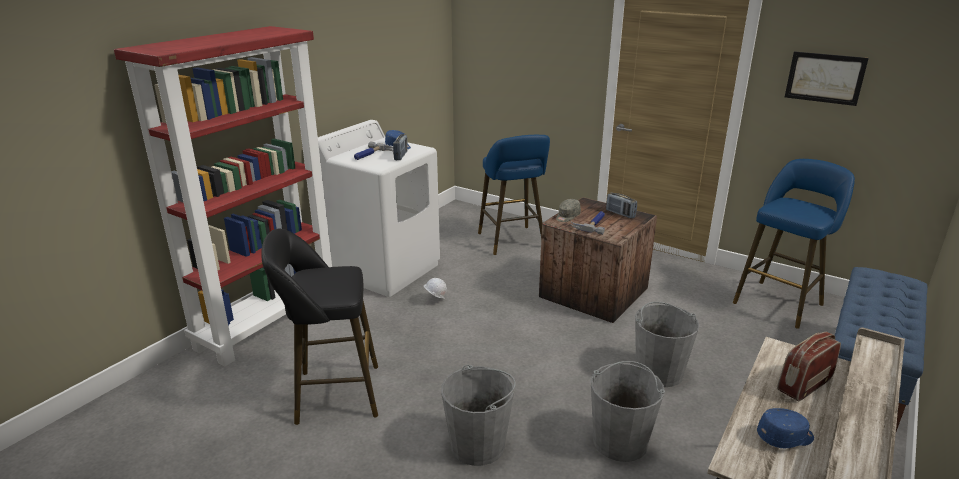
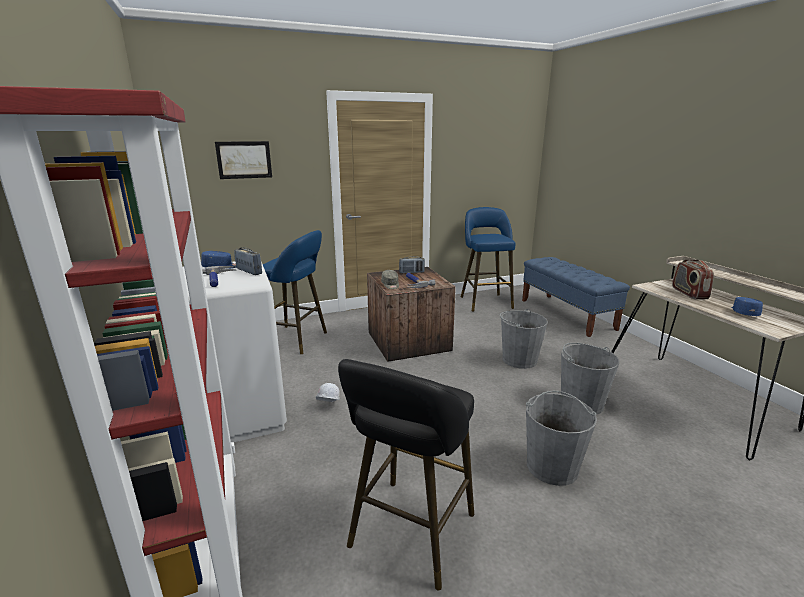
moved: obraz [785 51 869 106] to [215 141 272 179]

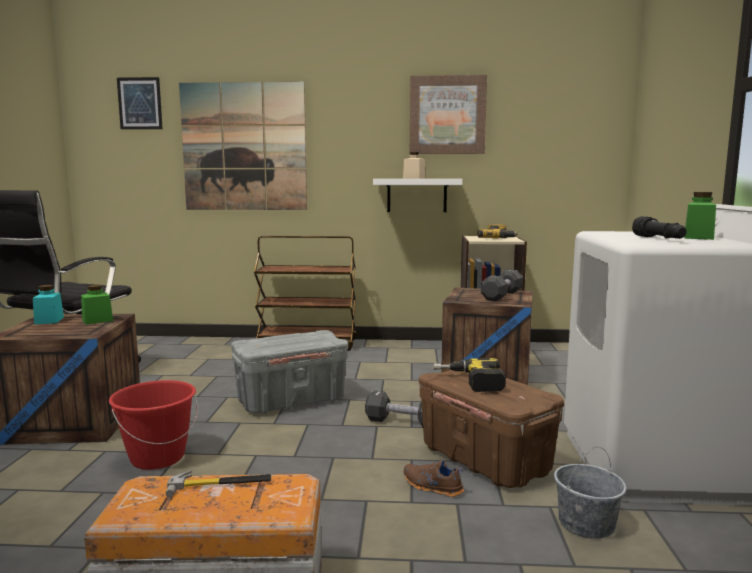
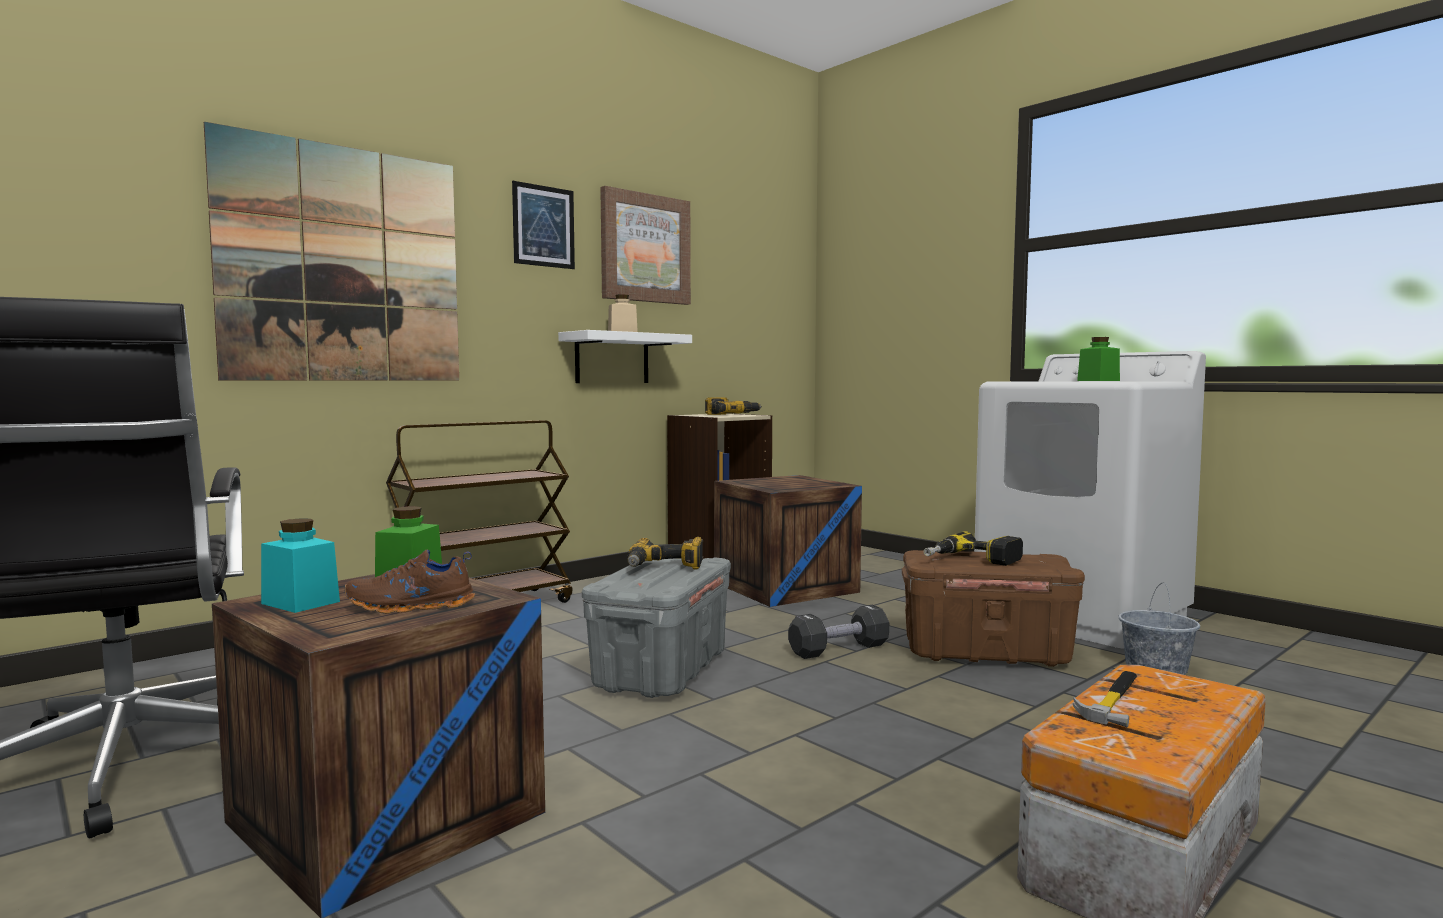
removed: wiadro/czerwony [109 380 198 470]; hantel/czarny [481 269 523 301]; latarka/czarny [632 216 687 239]
added: wiertarka [627 537 703 570]
moved: but/brązowy [404 460 464 497] to [345 550 475 614]; obraz [117 77 163 129] to [512 181 575 269]

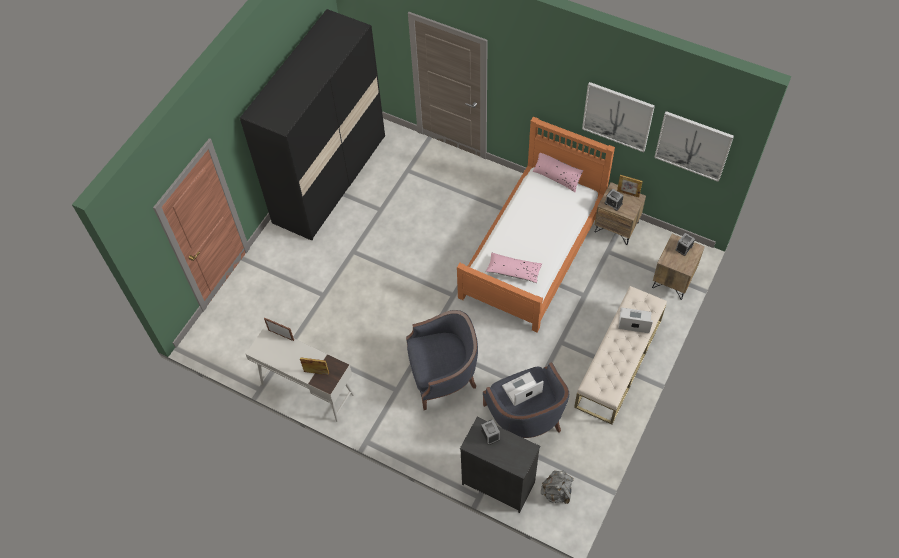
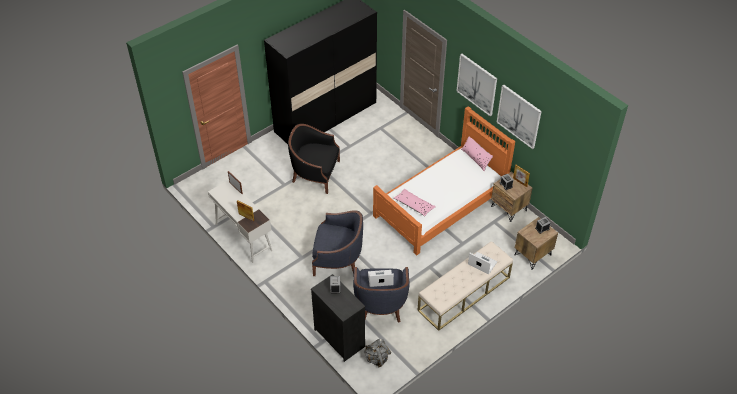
added: fotel/czarny [288 124 340 194]
moved: obraz [654 111 734 182] to [456 53 497 117]

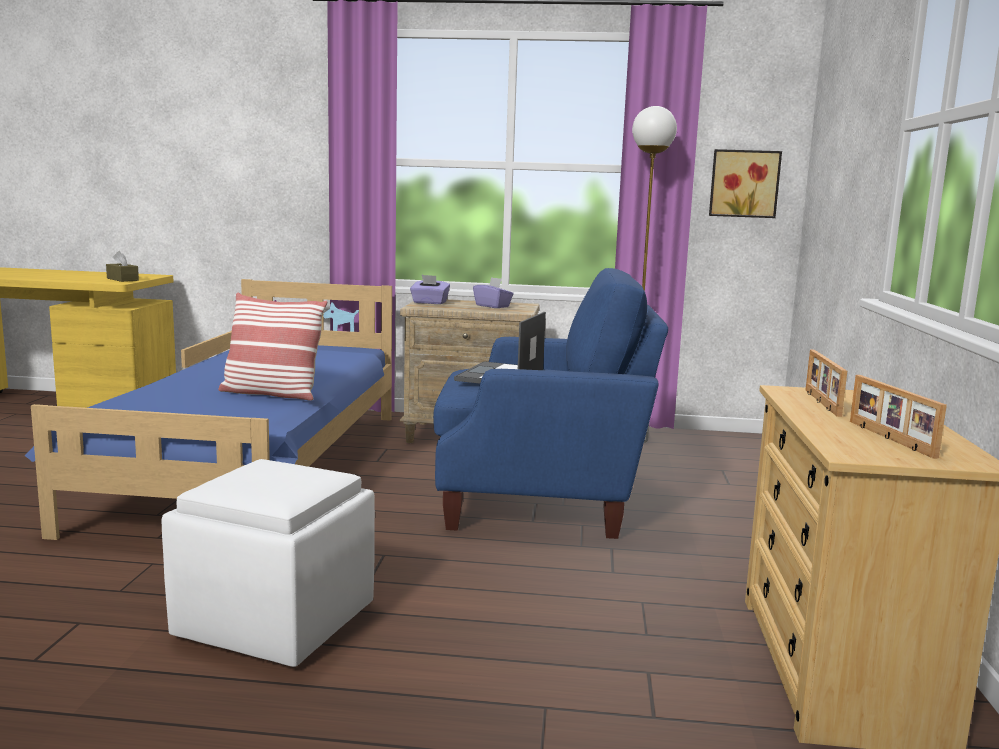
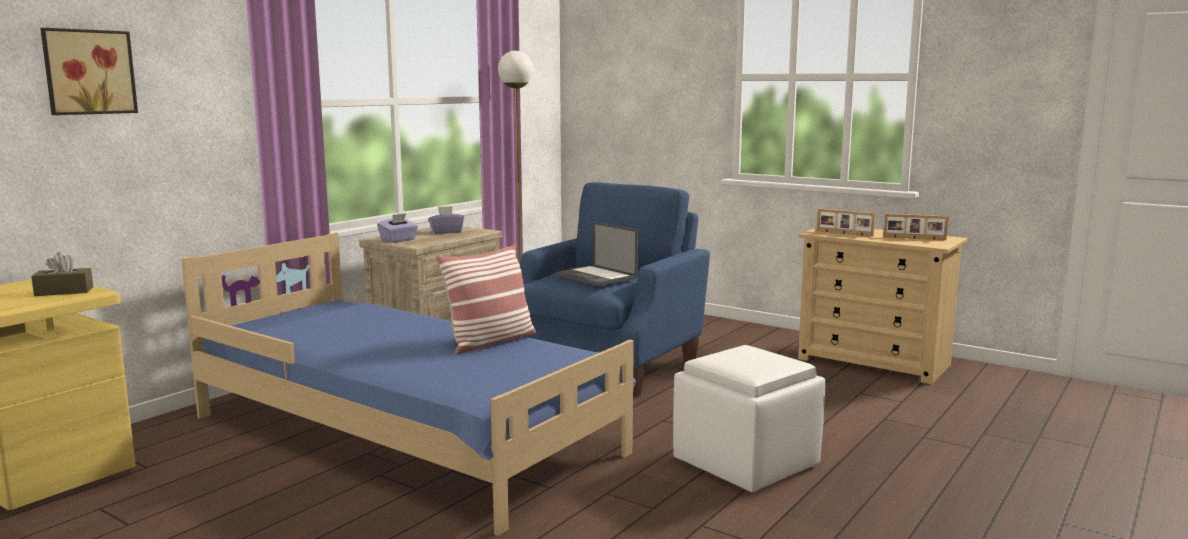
moved: obraz [709 149 782 218] to [40 28 138 115]

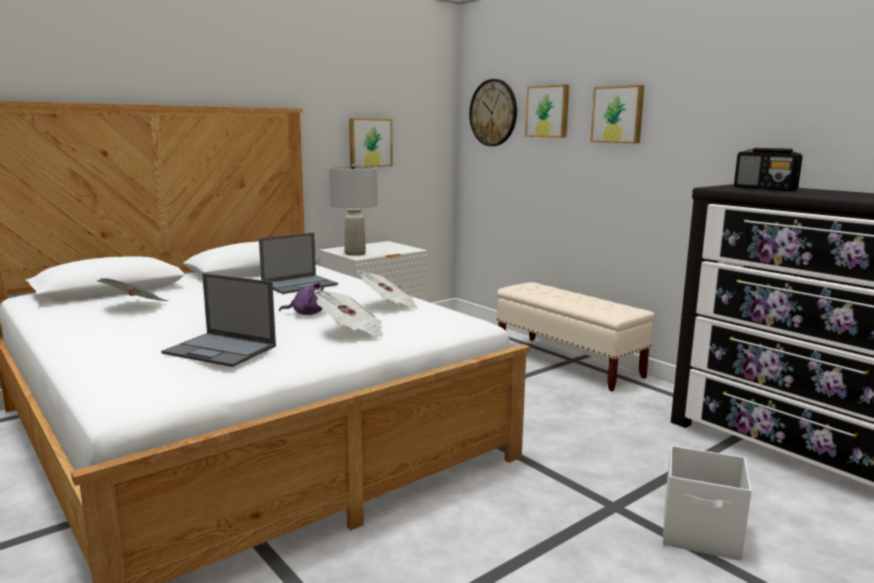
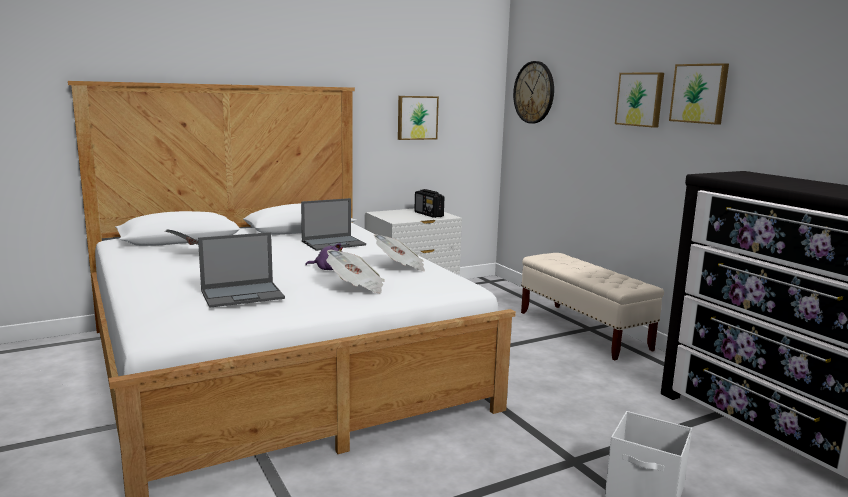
removed: lampa stołowa/szary [329 164 378 256]
moved: radio [734 148 803 191] to [414 189 444 218]; obraz [525 84 569 137] to [669 63 729 124]
turned: laptop [161 273 276 367] = [198 232 285 308] 60 degrees counterclockwise

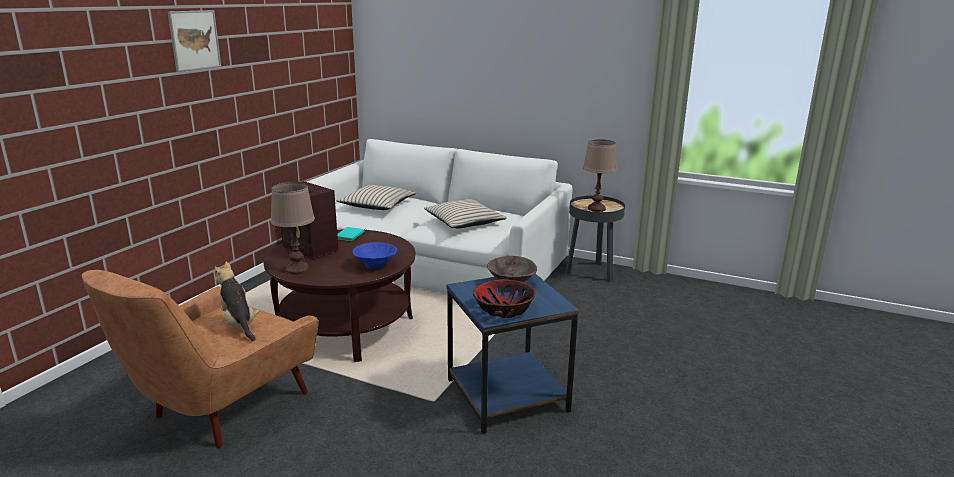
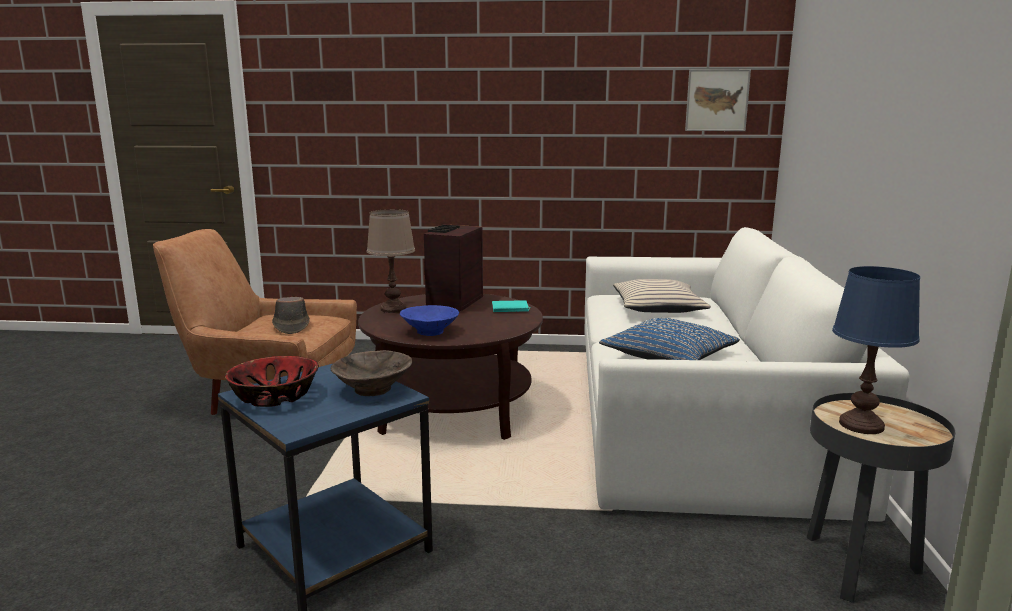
moved: obraz [168 10 221 72] to [685 69 751 131]
replaced: pluszak [215 262 259 341] to kapelusz/brązowy [272 297 310 334]
recoloured: poduszka/beżowy [424 199 507 228] to poduszka/niebieski [599 318 740 360]; lampa stołowa/brązowy [583 139 617 212] to lampa stołowa/niebieski [832 266 920 434]

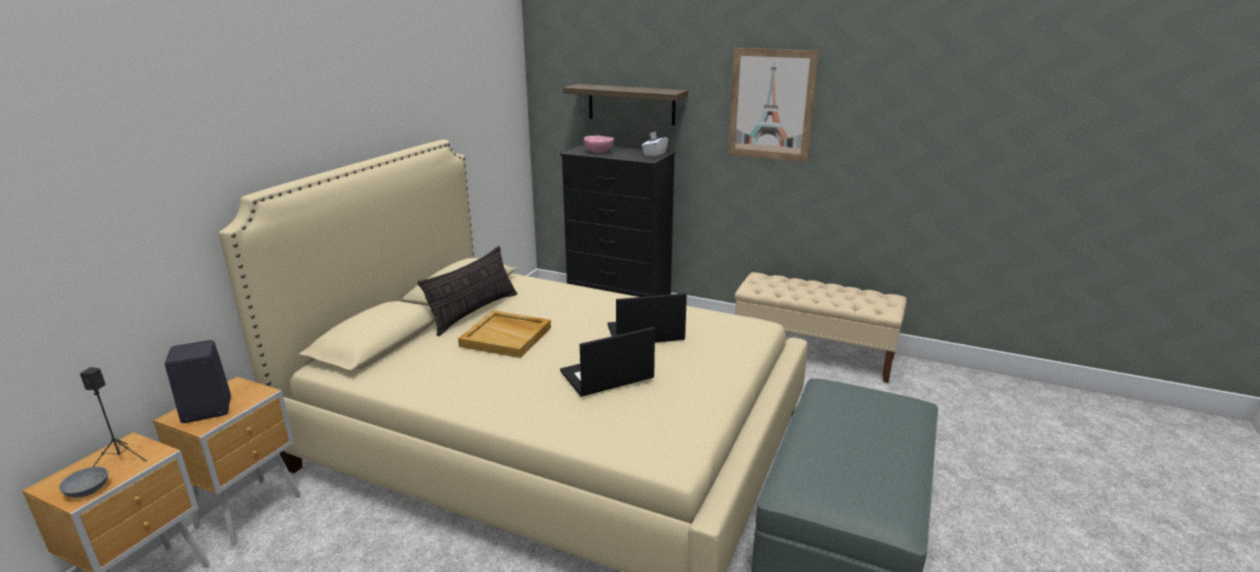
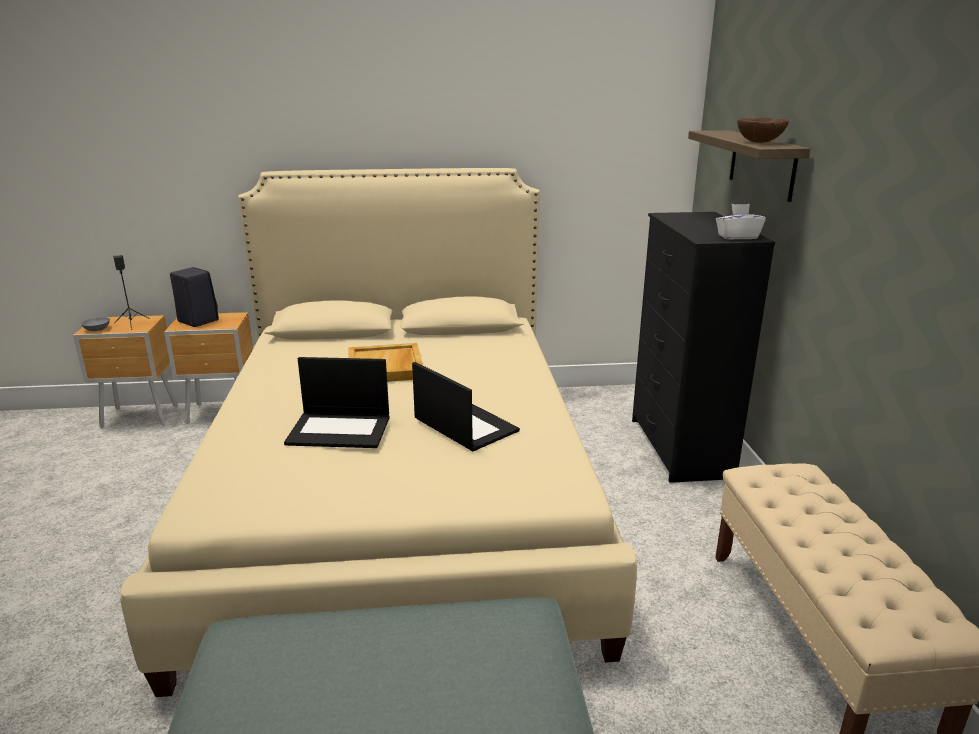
removed: poduszka [418 246 517 336]; miska/różowy [584 136 614 153]; obraz [728 48 819 162]
added: miska/brązowy [737 117 789 143]
turned: laptop [560 327 655 397] = [284 357 389 448] 150 degrees clockwise

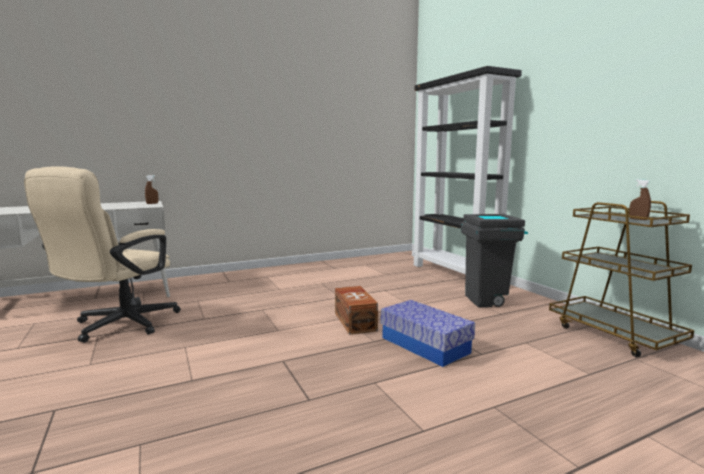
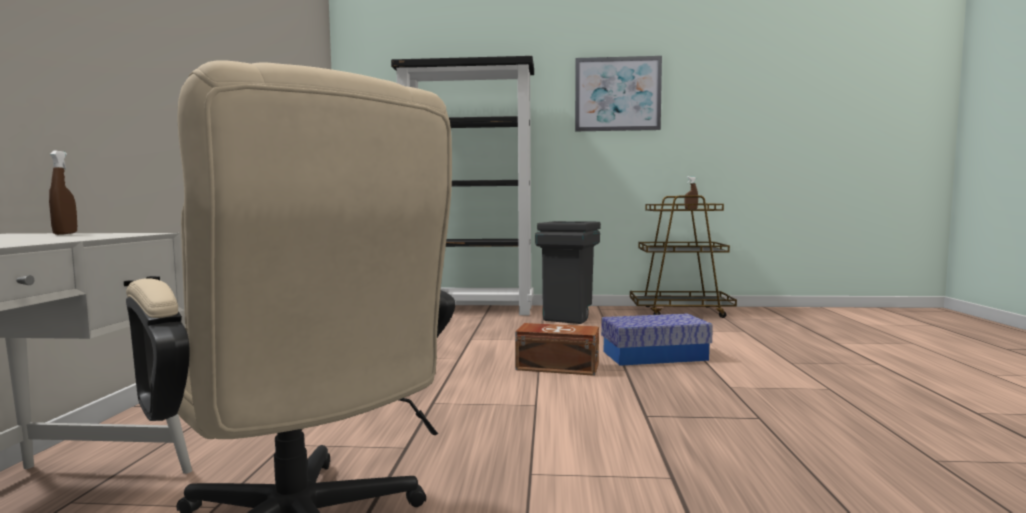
added: obraz [575 56 662 131]

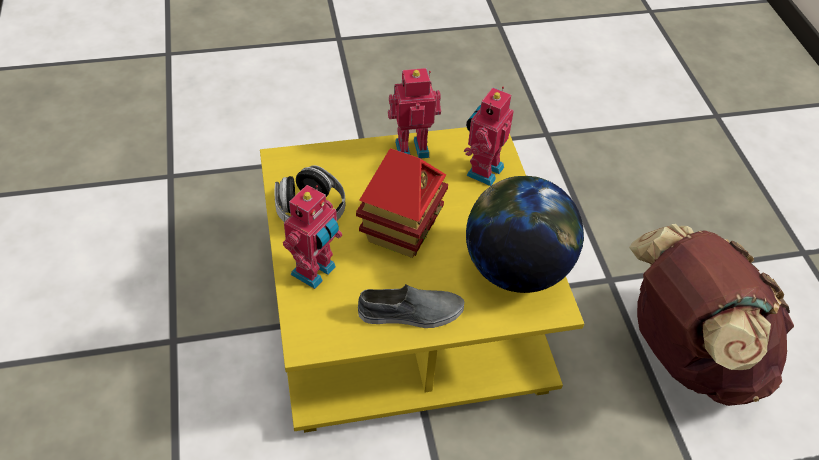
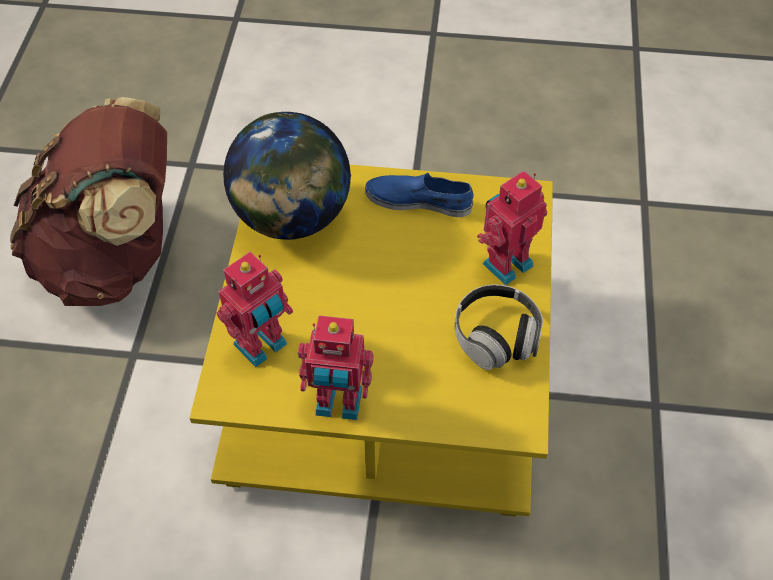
removed: domek [356 148 448 258]
recoloured: but/szary [358 284 464 328] to but/niebieski [365 173 474 217]

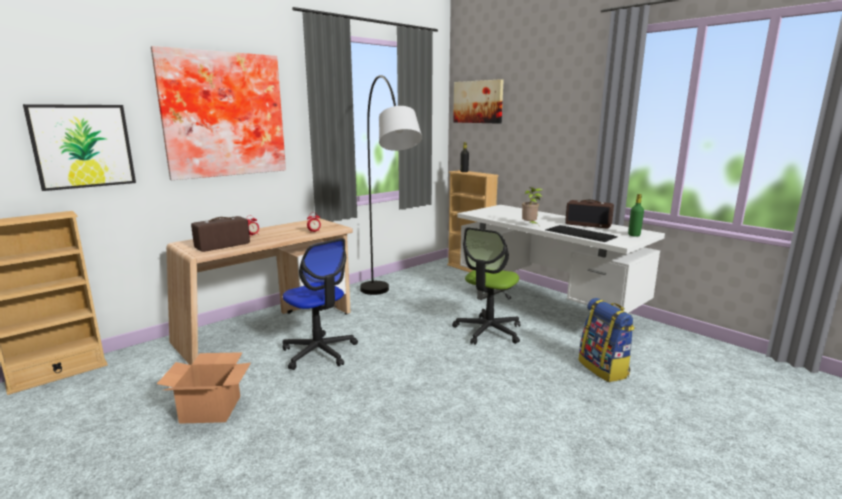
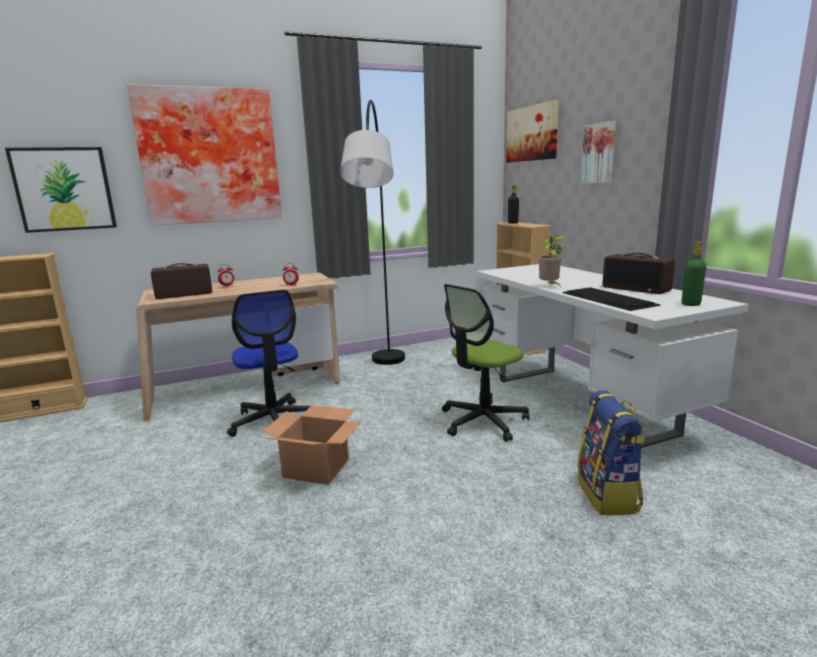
added: obraz [581 121 616 183]
moved: karton [157 352 251 424] to [263 405 361 485]

